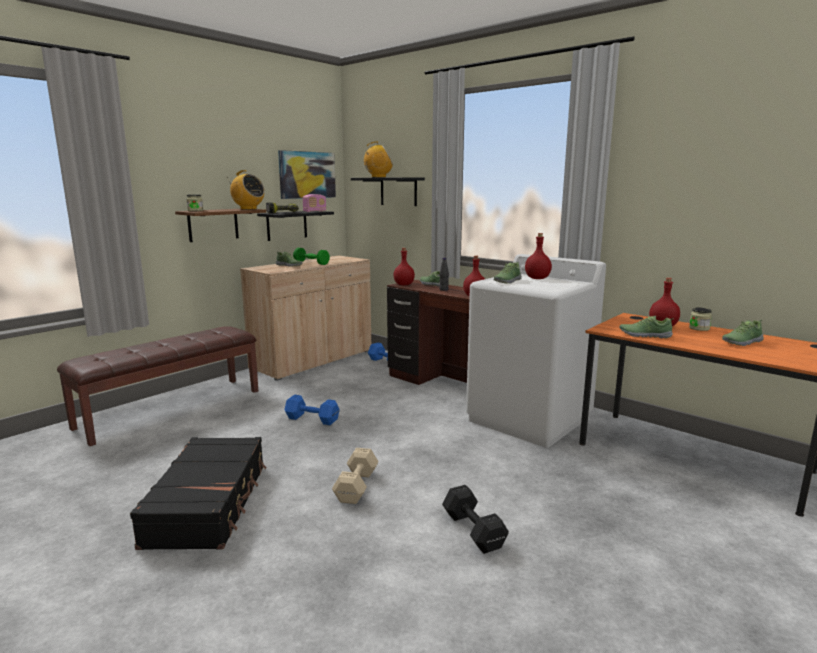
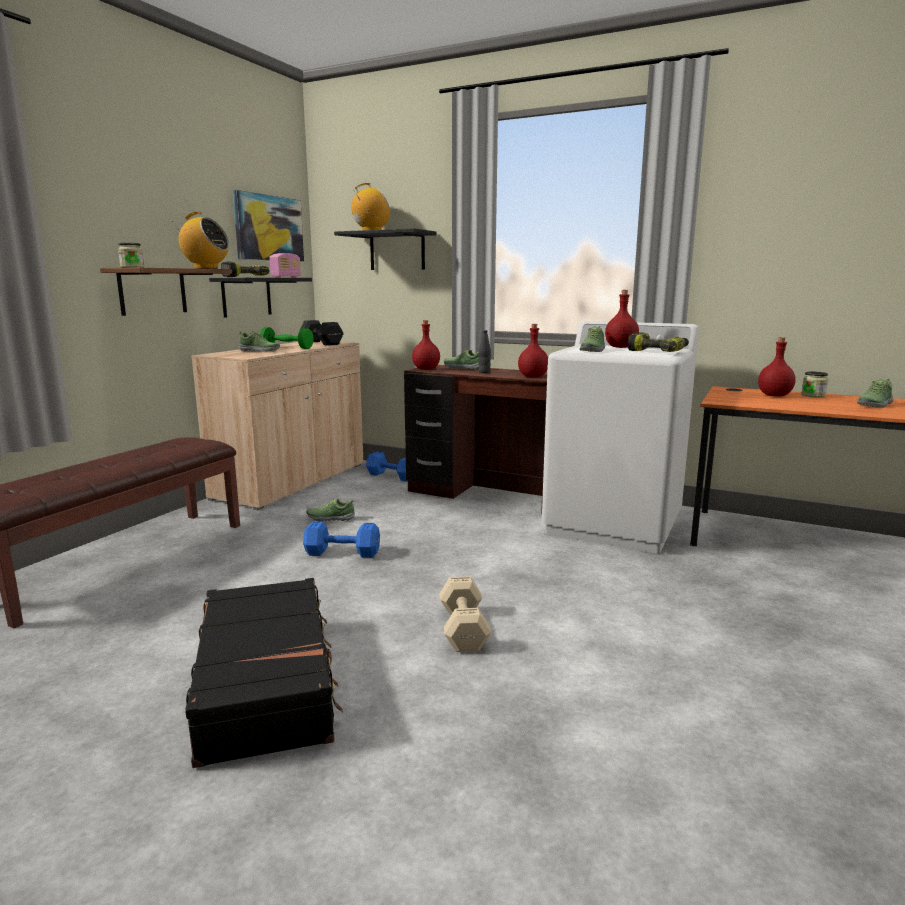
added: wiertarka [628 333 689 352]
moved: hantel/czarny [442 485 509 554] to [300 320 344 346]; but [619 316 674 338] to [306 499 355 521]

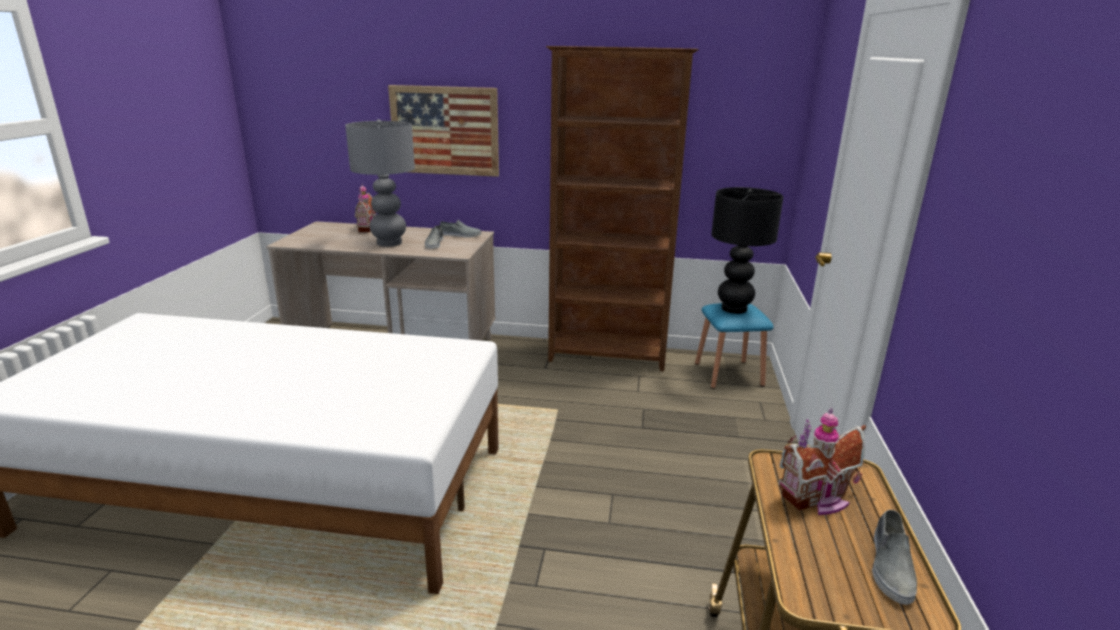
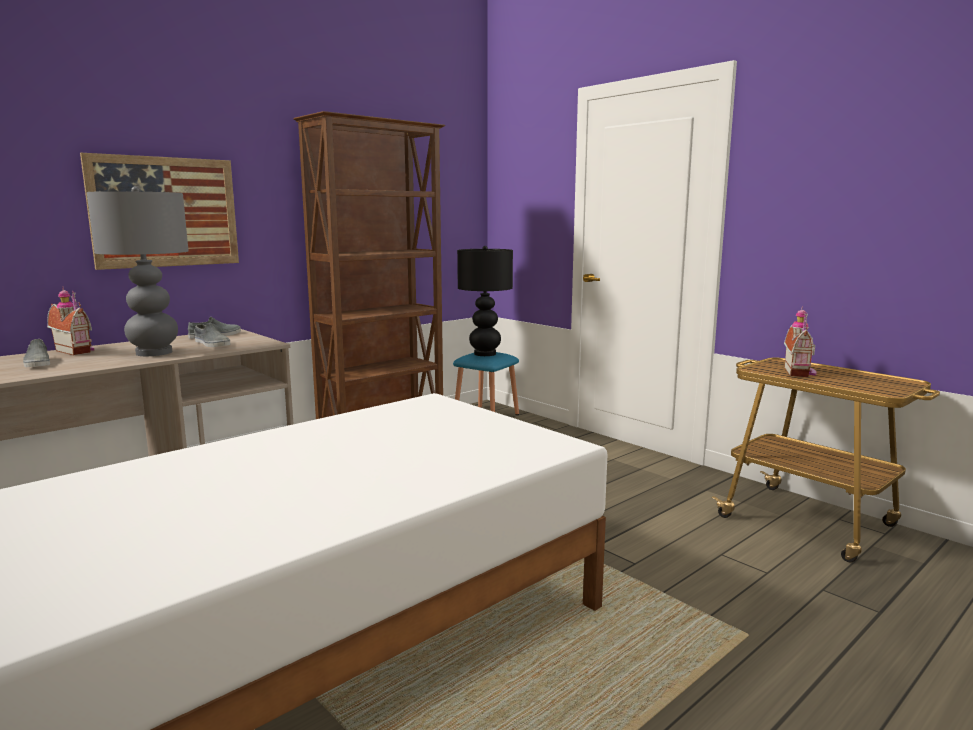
moved: but/szary [872 510 917 605] to [23 339 50 367]

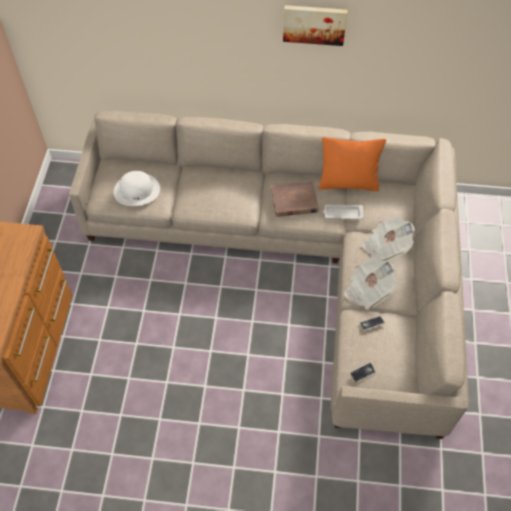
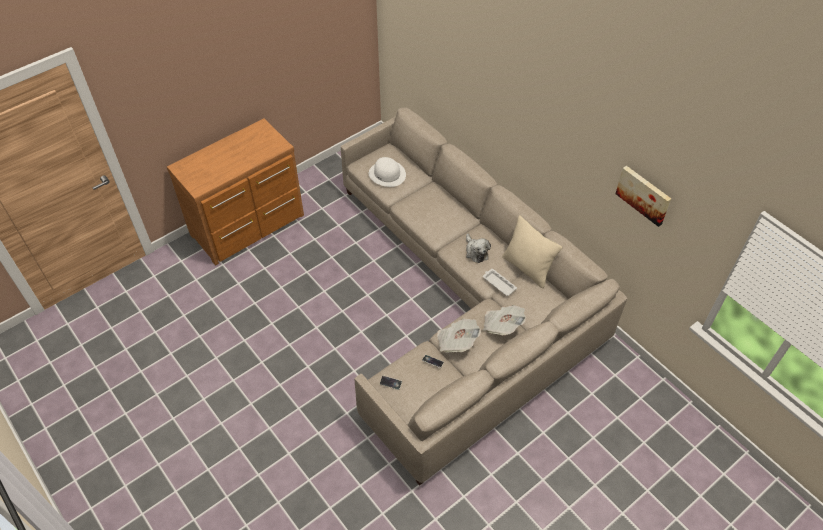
moved: obraz [283 5 347 46] to [615 166 671 227]
replaced: książka/brązowy [271 181 319 217] to pluszak [466 233 491 263]
recoloured: poduszka/pomarańczowy [318 137 386 191] to poduszka/beżowy [502 215 562 288]

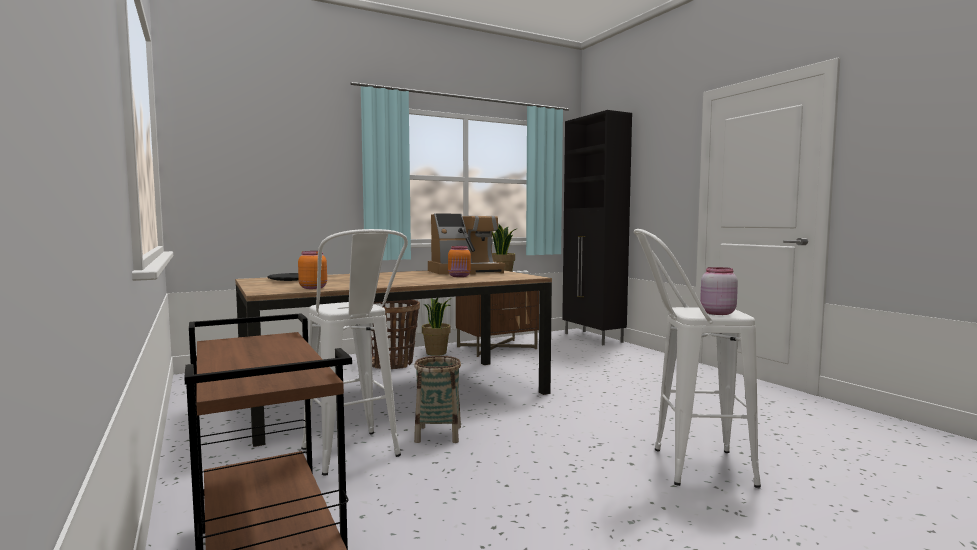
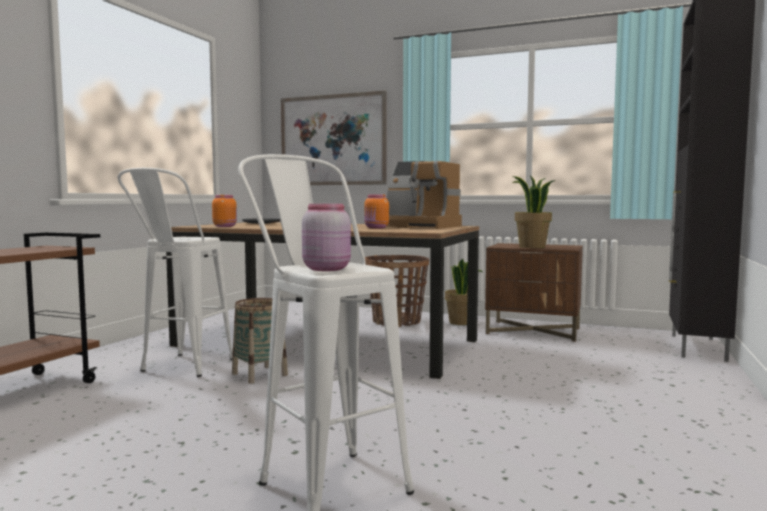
added: obraz [281 91 387 185]

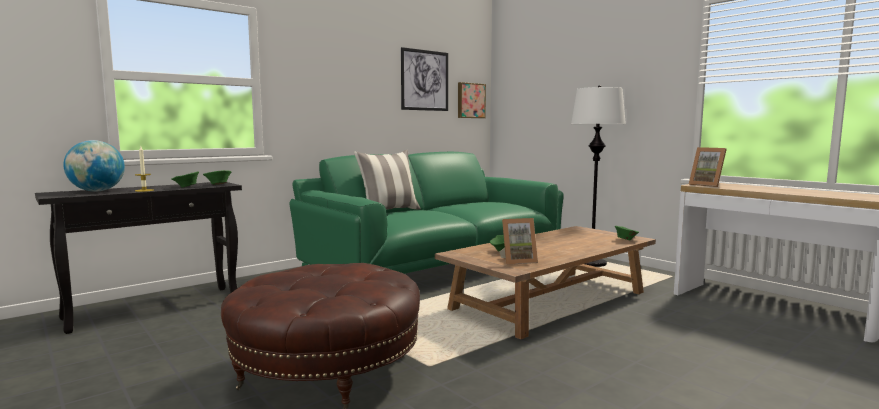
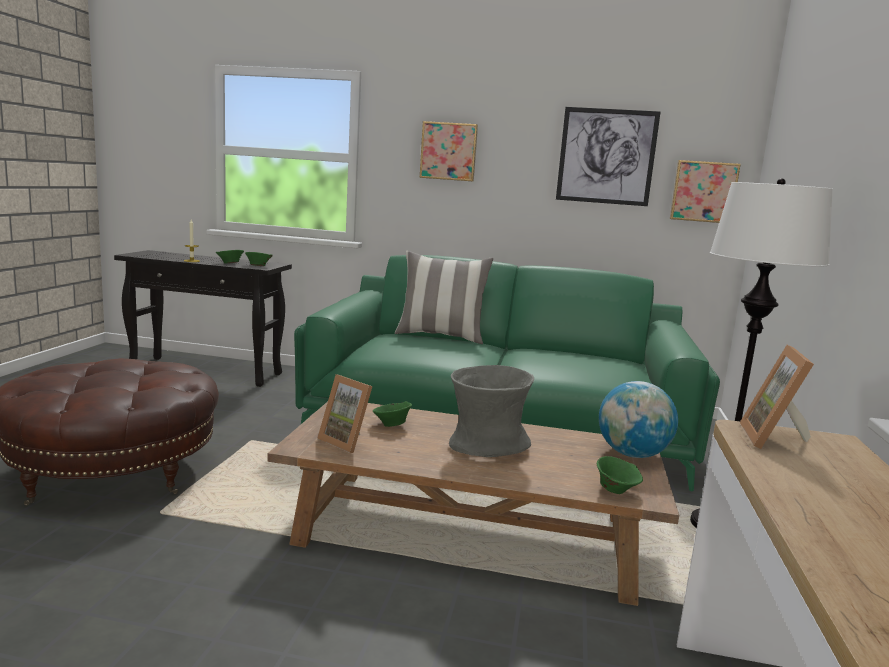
added: obraz [419 121 478 182]; wazon/szary [449 365 534 457]
moved: globus [63 140 125 192] to [599 381 678 458]

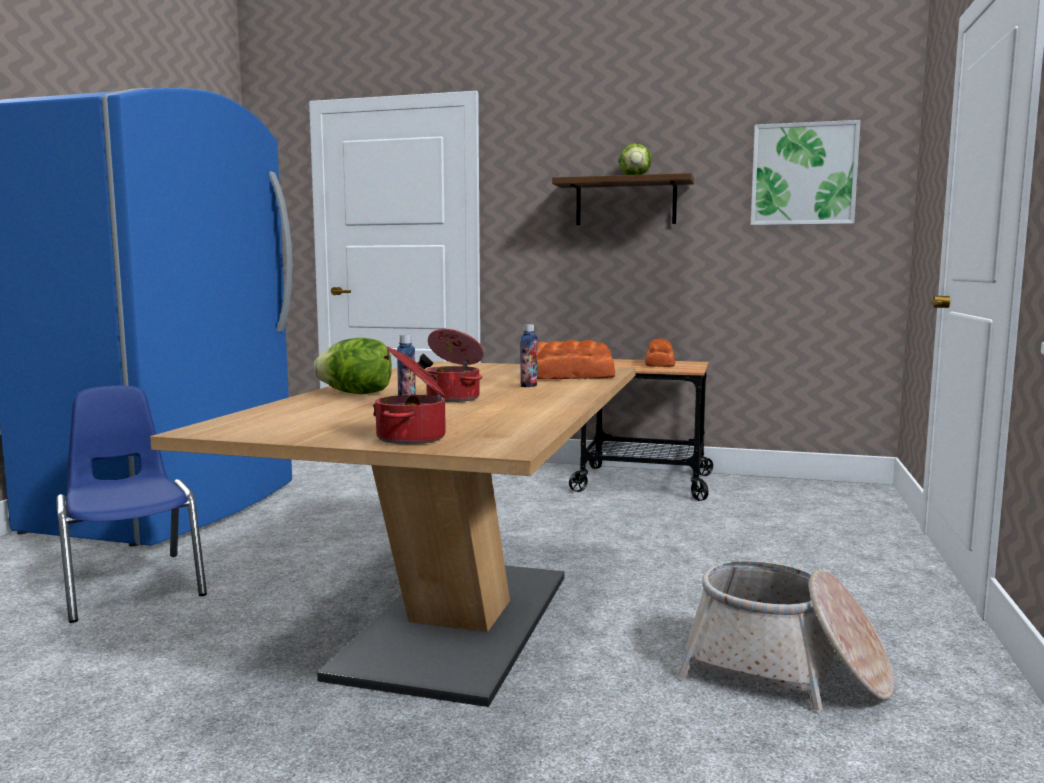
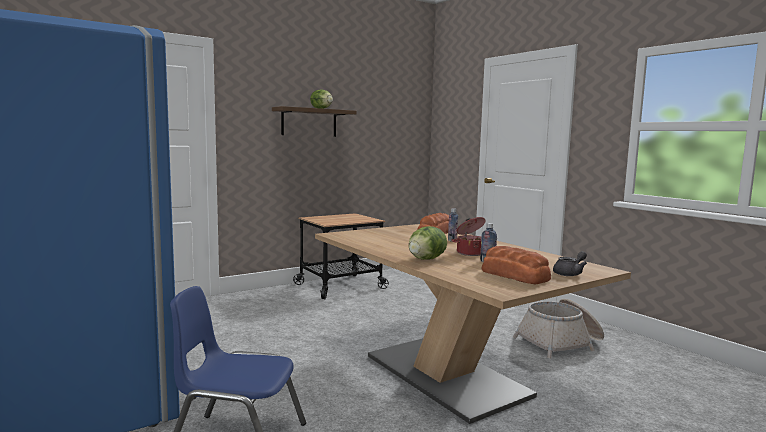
removed: obraz [751 120 861 225]
moved: chleb [645 338 675 367] to [482 246 551 284]
replaced: garnek [373 346 446 444] to imbryk/szary [553 251 587 276]

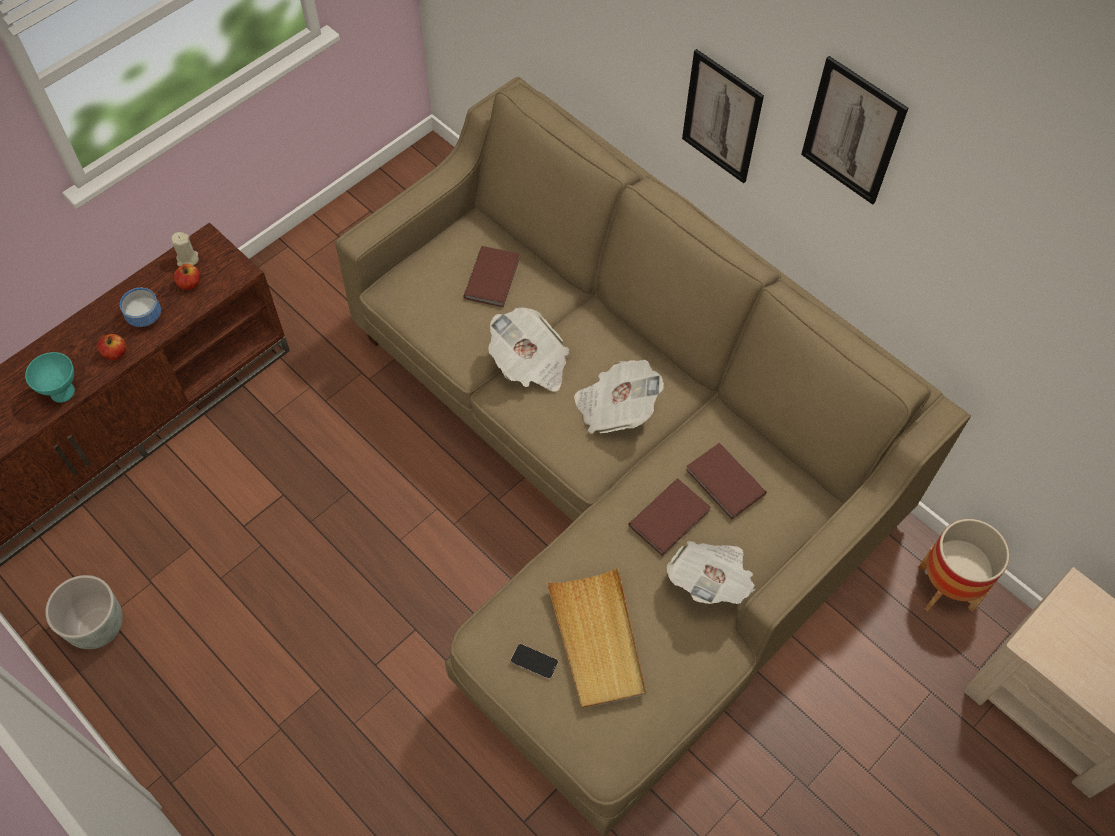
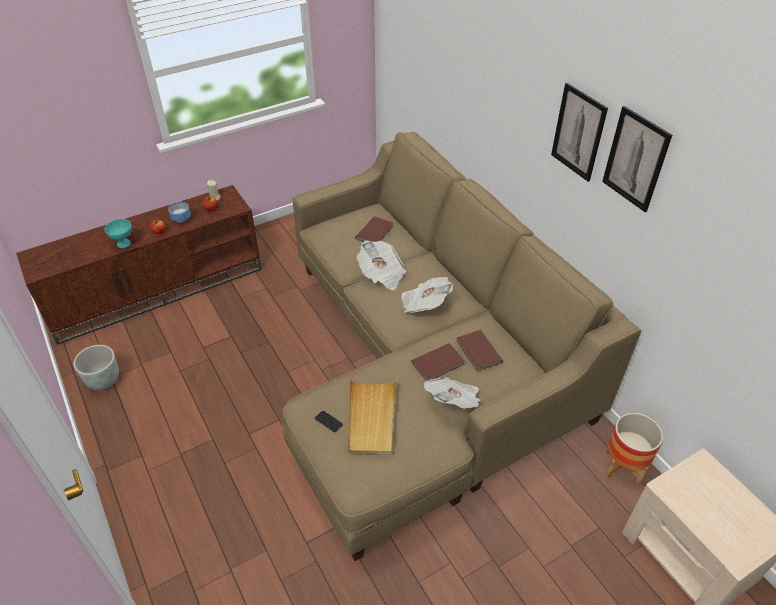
moved: obraz [682 49 764 183] to [602 106 672 212]

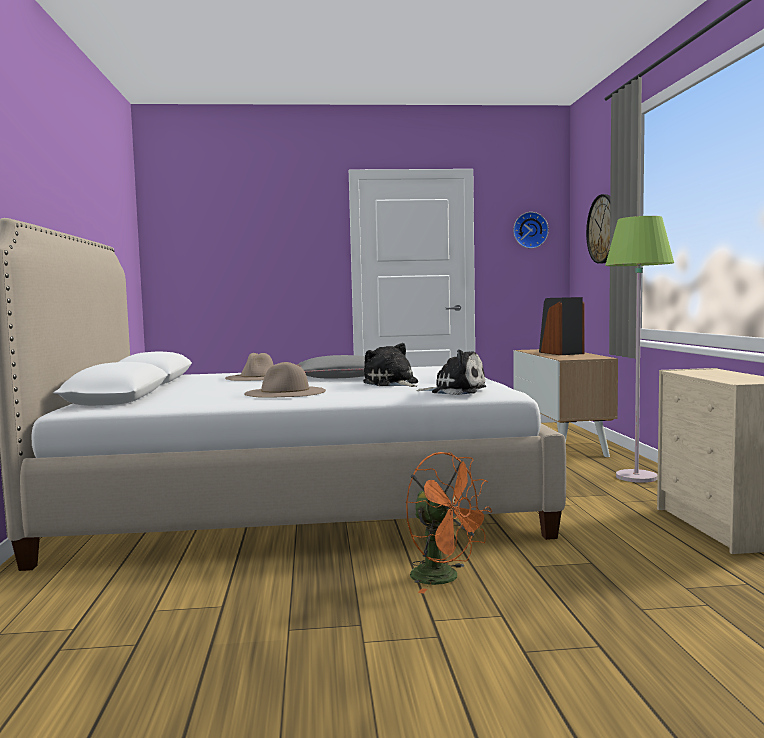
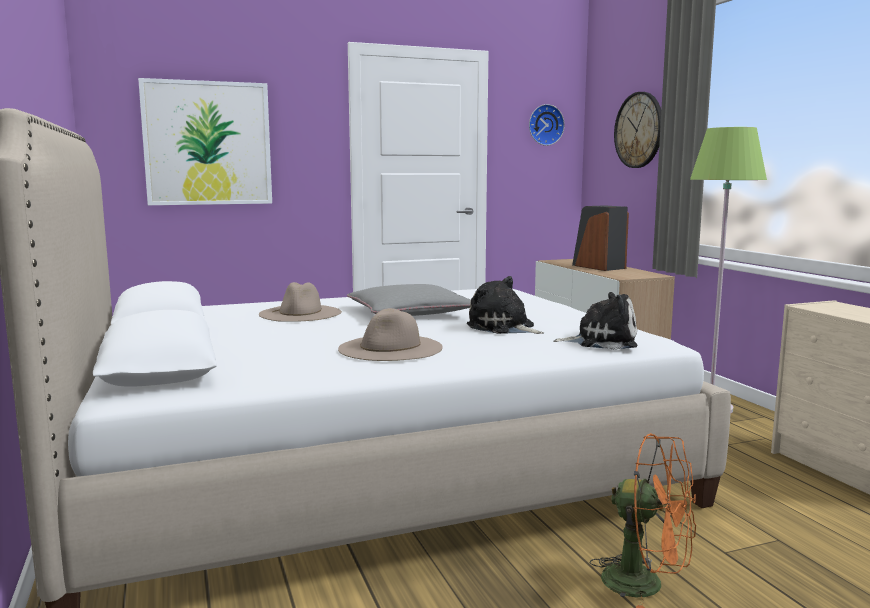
added: obraz [138 78 272 205]

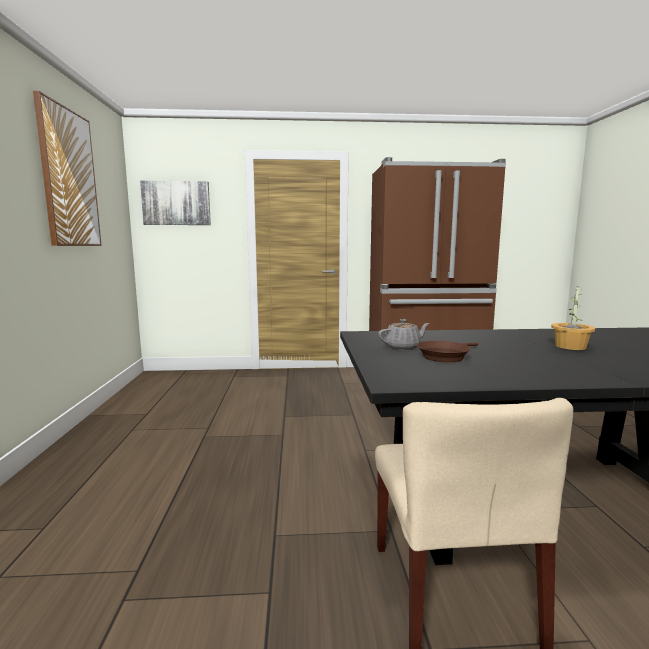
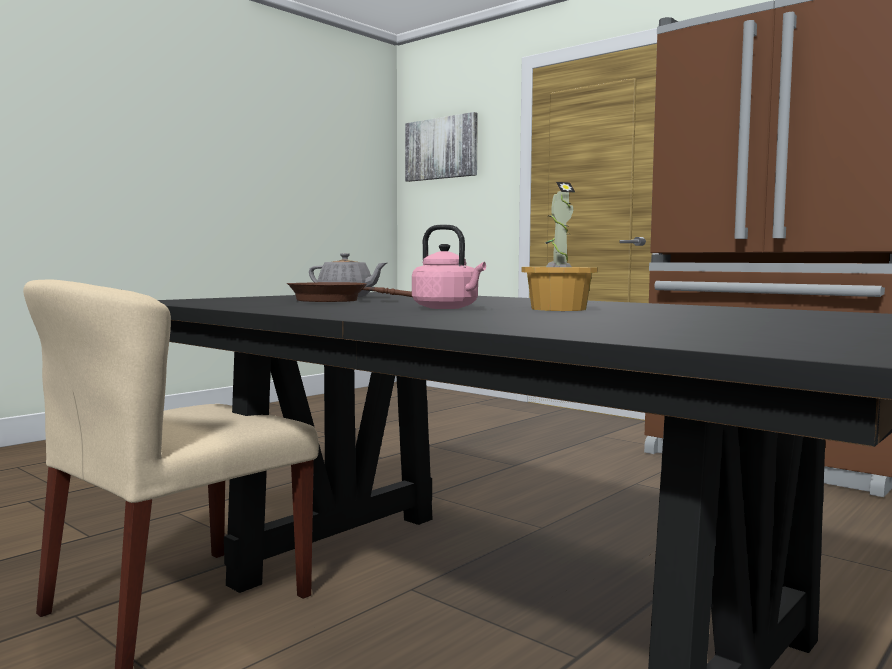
removed: obraz [33 91 102 246]
added: czajnik/różowy [412 225 486 309]

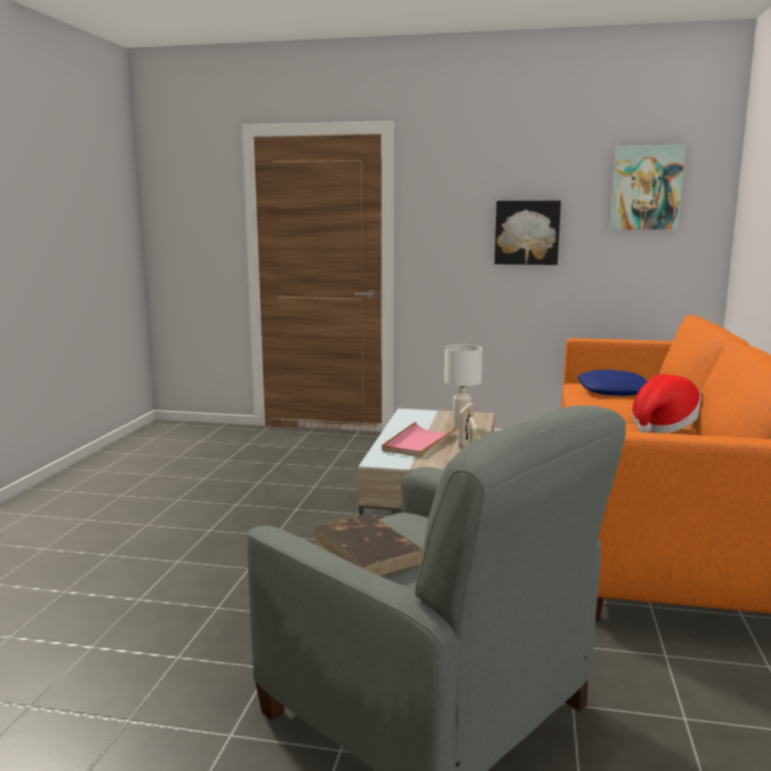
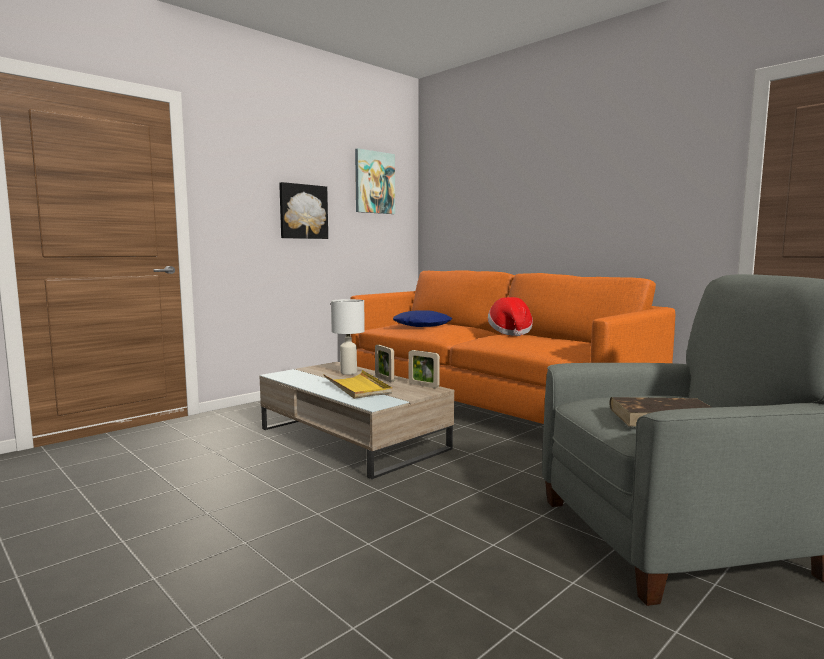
recoloured: taca/różowy [382 422 457 458] to taca/żółty [323 370 392 399]

